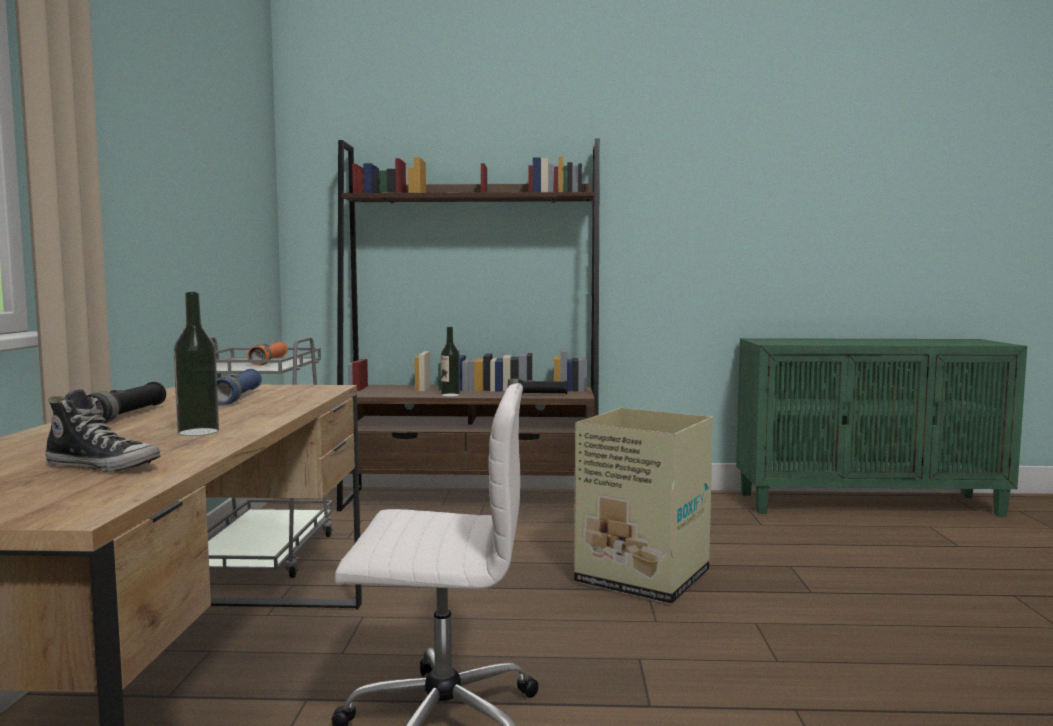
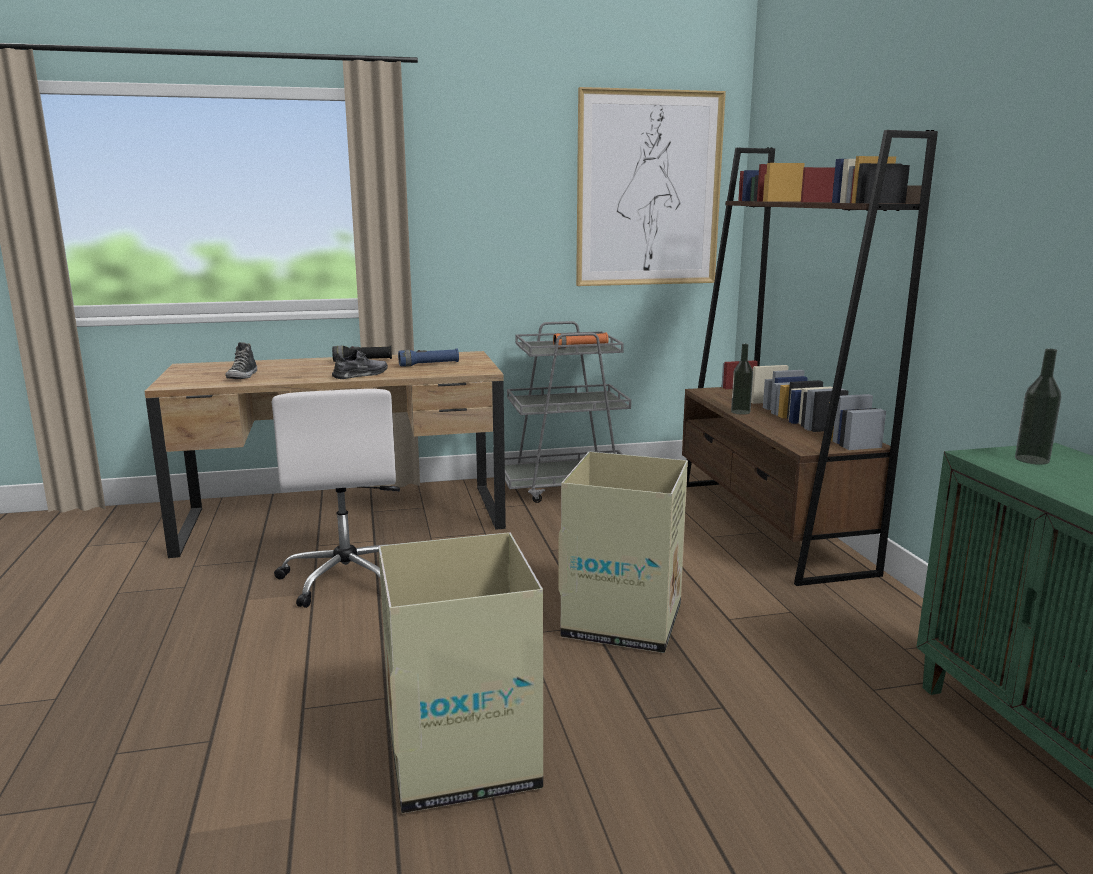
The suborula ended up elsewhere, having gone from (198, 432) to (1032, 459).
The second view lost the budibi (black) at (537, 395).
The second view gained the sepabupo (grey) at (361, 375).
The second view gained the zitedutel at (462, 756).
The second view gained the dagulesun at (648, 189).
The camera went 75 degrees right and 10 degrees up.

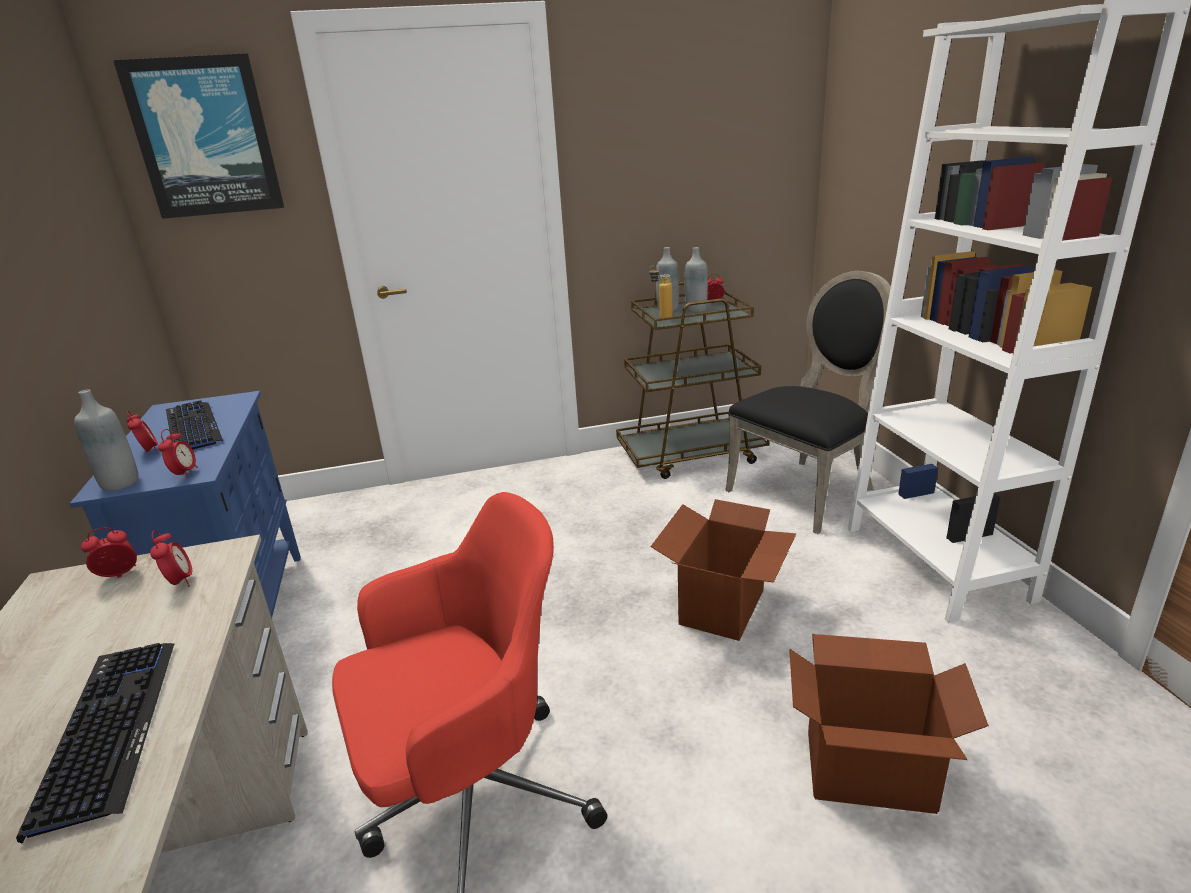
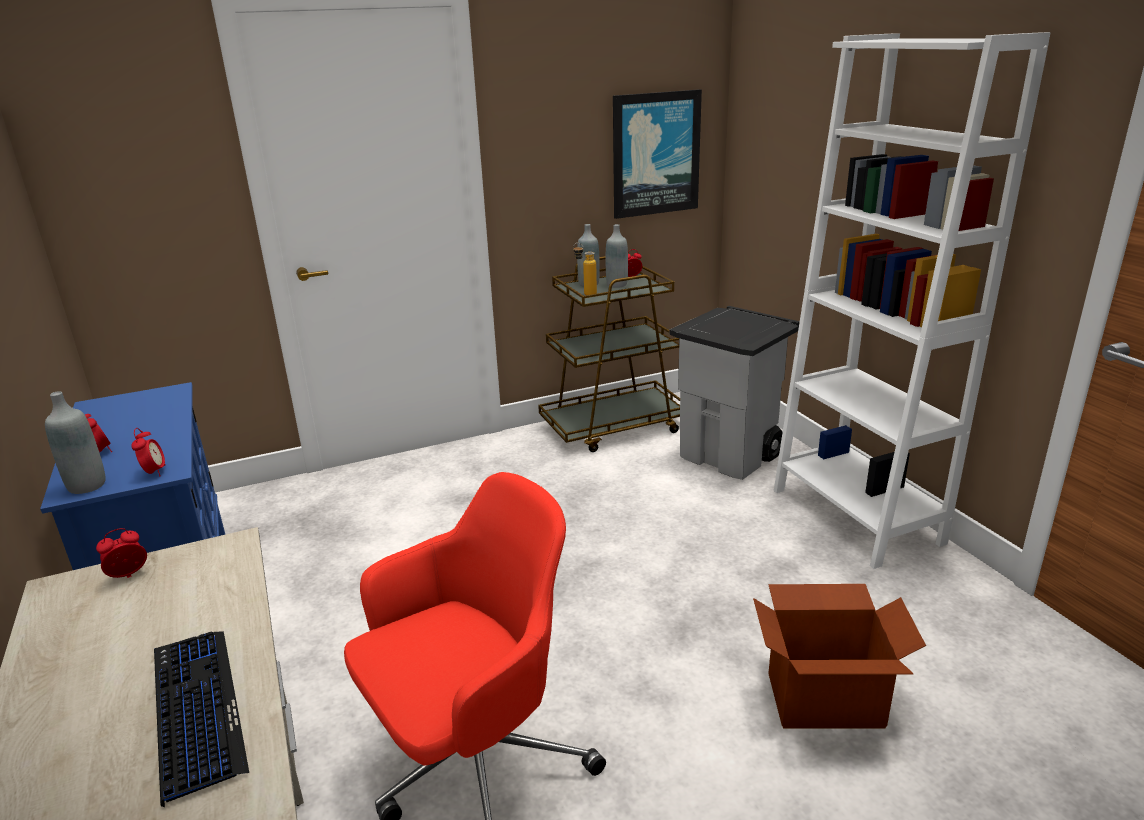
The dagulesun ended up elsewhere, having gone from (205, 138) to (655, 154).
The second view lost the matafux at (180, 582).
The second view lost the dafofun at (192, 428).
The second view lost the zitedutel at (723, 607).
Where the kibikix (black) stood at (807, 490), the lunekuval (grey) came to stand at (730, 456).
The camera went 10 degrees left and 0 degrees up.

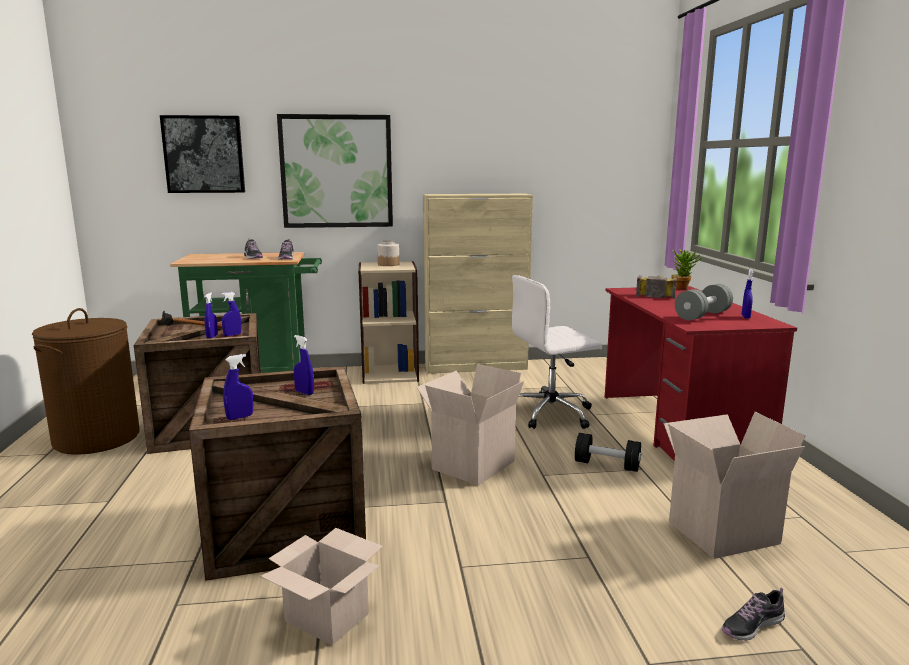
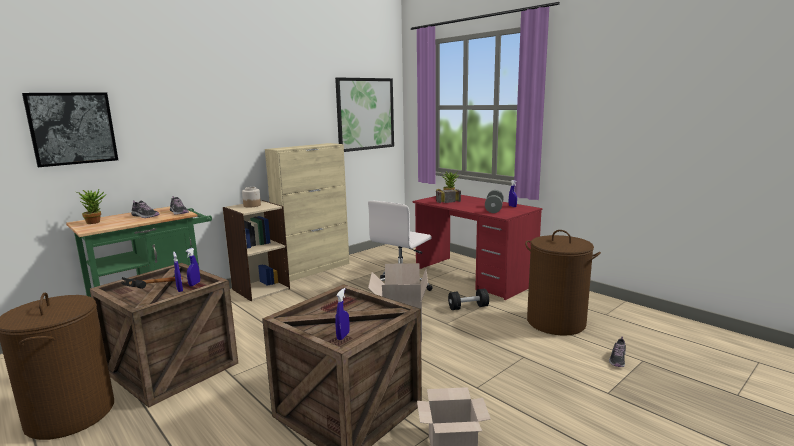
The dagulesun ended up elsewhere, having gone from (336, 171) to (365, 114).
The second view lost the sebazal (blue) at (304, 392).
Where the zitedutel stood at (722, 531), the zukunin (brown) came to stand at (556, 322).
The second view gained the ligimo at (96, 222).
The camera went 35 degrees left and 0 degrees up.

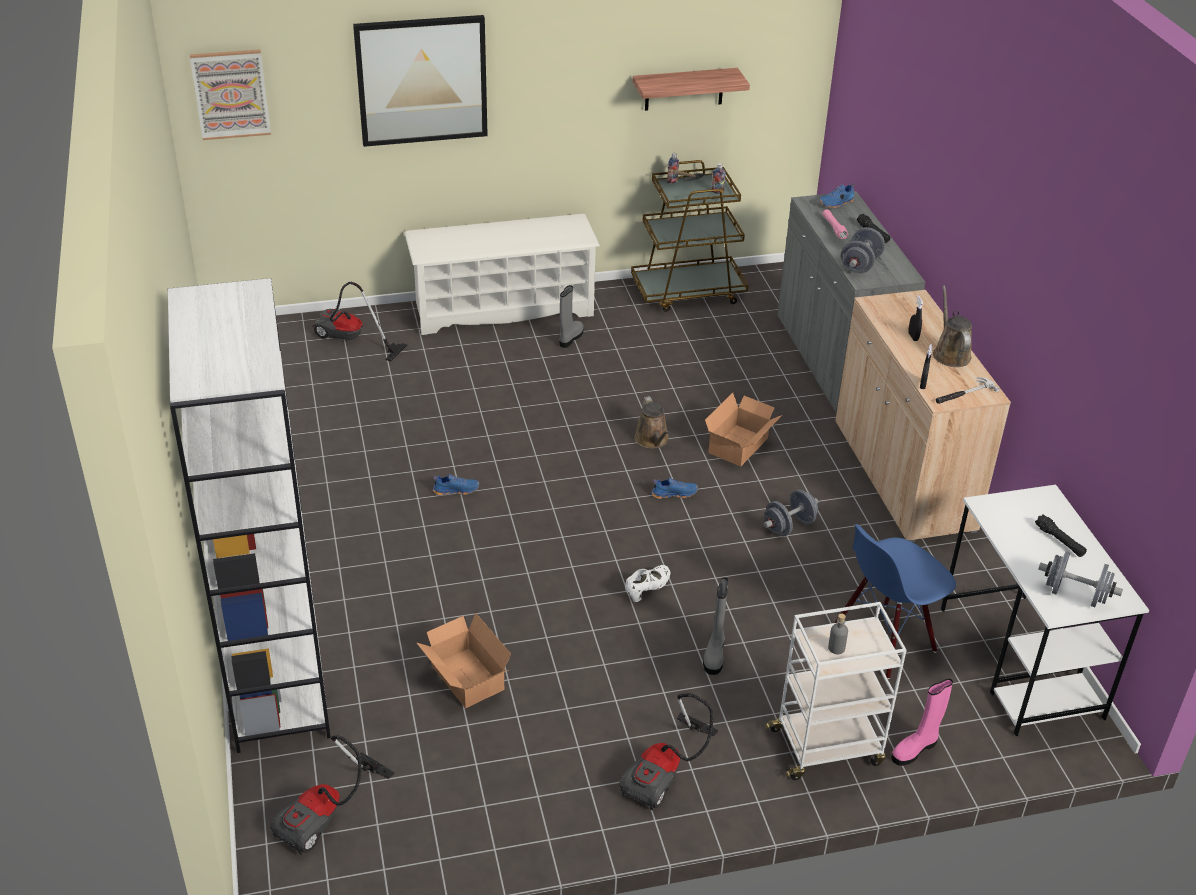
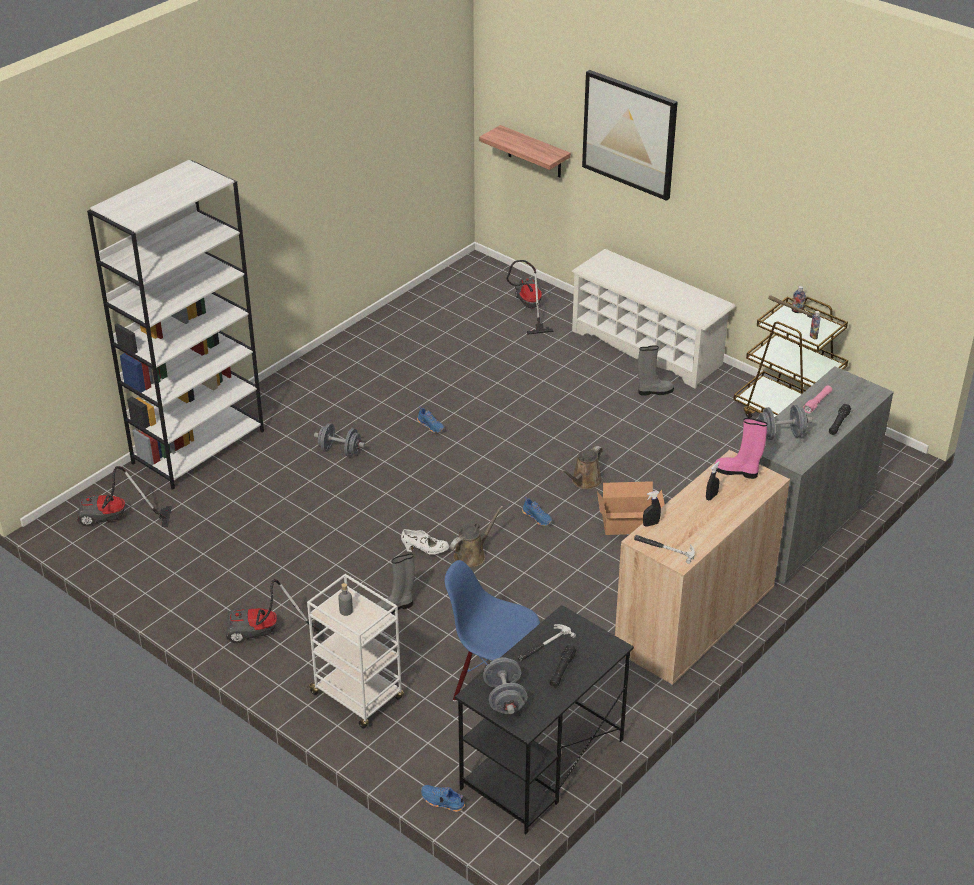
The second view lost the dagulesun at (231, 94).
The second view lost the zitedutel at (465, 680).
The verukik ended up elsewhere, having gone from (684, 89) to (534, 152).
The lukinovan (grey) ended up elsewhere, having gone from (789, 526) to (340, 451).
The sepabupo (blue) ended up elsewhere, having gone from (836, 203) to (442, 802).
The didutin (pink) ended up elsewhere, having gone from (915, 749) to (737, 471).
The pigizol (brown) ended up elsewhere, having gone from (950, 353) to (472, 555).
What was the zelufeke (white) at (1021, 663) turned into the zelufeke (black) at (541, 765).
The second view gained the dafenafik at (543, 645).
The camera went 55 degrees right and 0 degrees up.

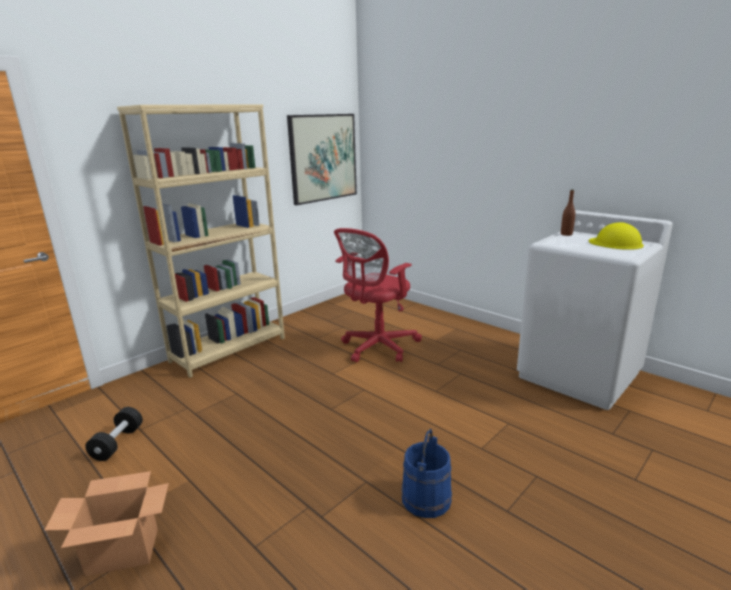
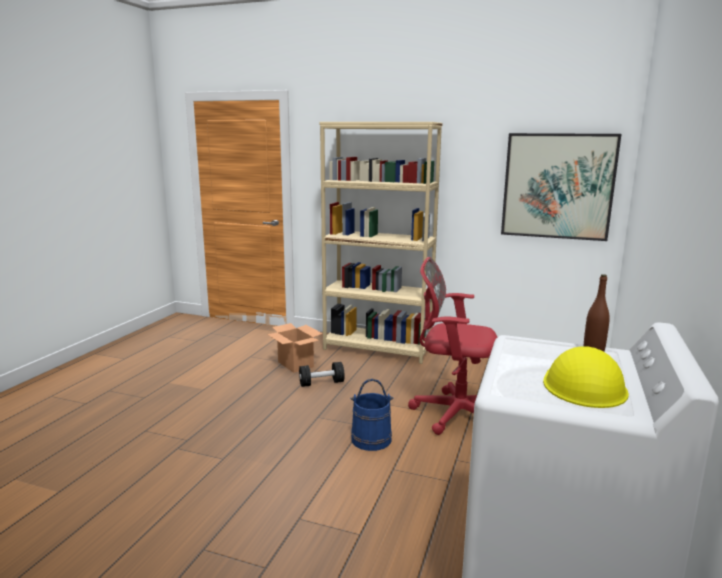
The zitedutel ended up elsewhere, having gone from (124, 551) to (296, 364).
The lukinovan (black) ended up elsewhere, having gone from (118, 443) to (321, 383).
The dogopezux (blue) ended up elsewhere, having gone from (426, 498) to (371, 439).
The camera went 65 degrees right and 5 degrees down.

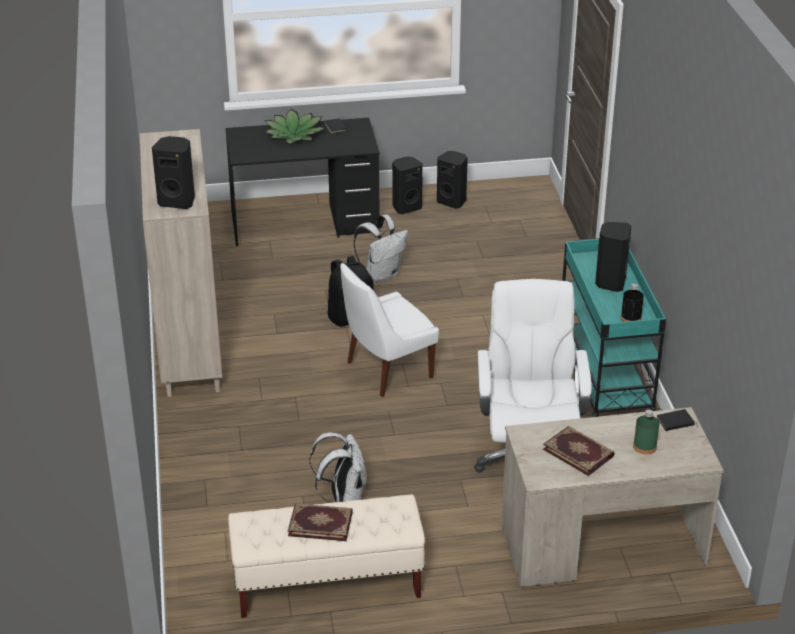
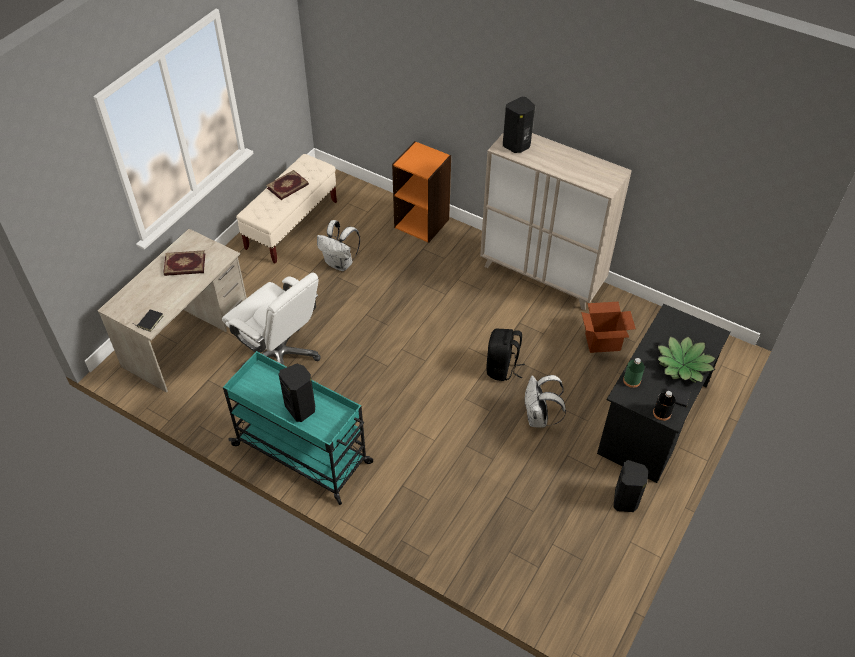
The second view lost the kibikix (white) at (386, 371).
The second view lost the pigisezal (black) at (452, 201).
The suborula (black) ended up elsewhere, having gone from (631, 318) to (662, 413).
The suborula (green) ended up elsewhere, having gone from (644, 446) to (631, 380).
The second view gained the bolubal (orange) at (422, 223).
The second view gained the zitedutel at (603, 342).
The camera went 130 degrees right and 15 degrees up.

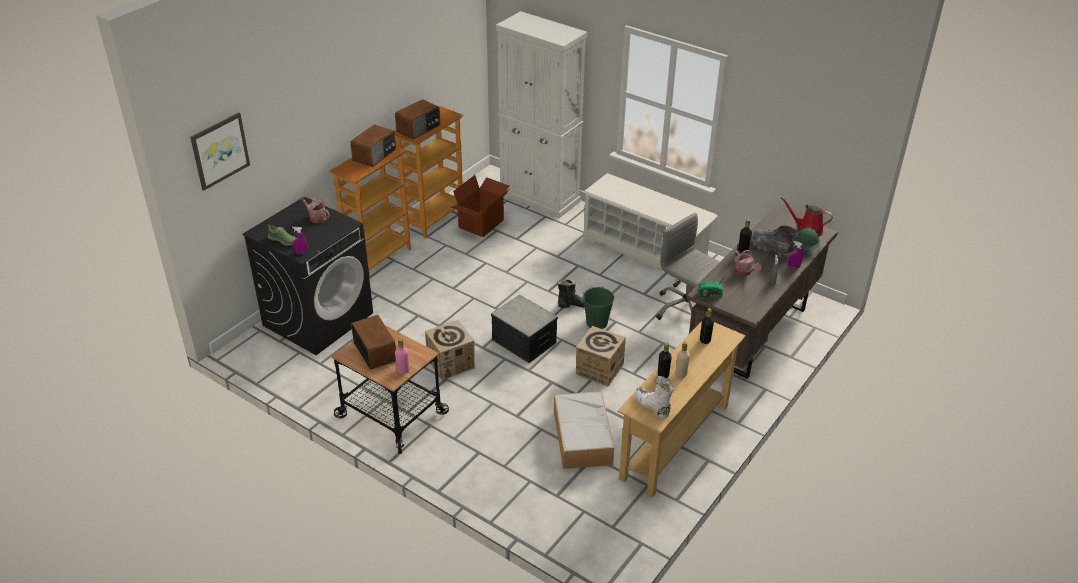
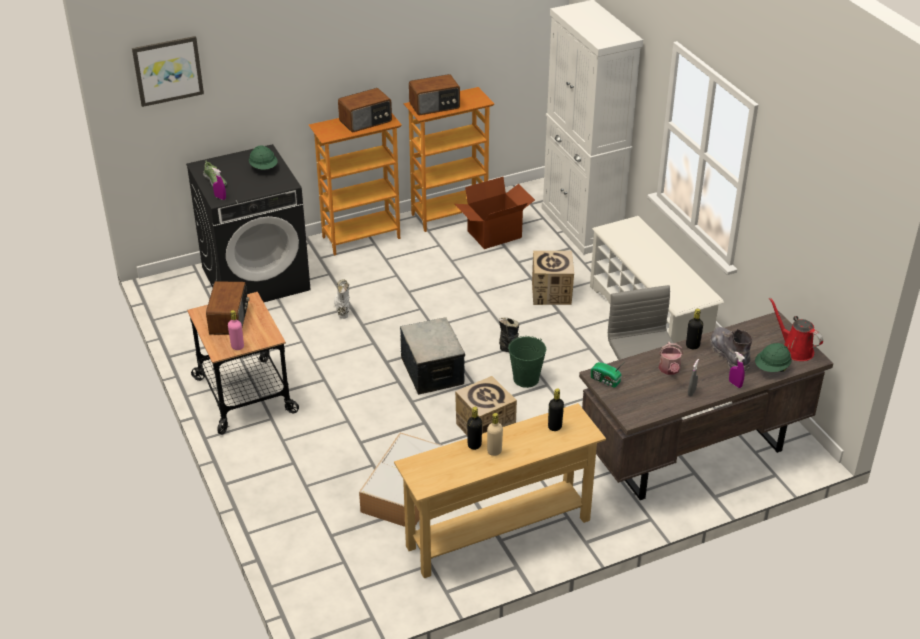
Where the pigizol stood at (316, 217), the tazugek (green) came to stand at (264, 168).
The zitedutel ended up elsewhere, having gone from (451, 363) to (551, 293).
The didutin (white) ended up elsewhere, having gone from (652, 406) to (342, 308).
The camera went 30 degrees right and 0 degrees up.

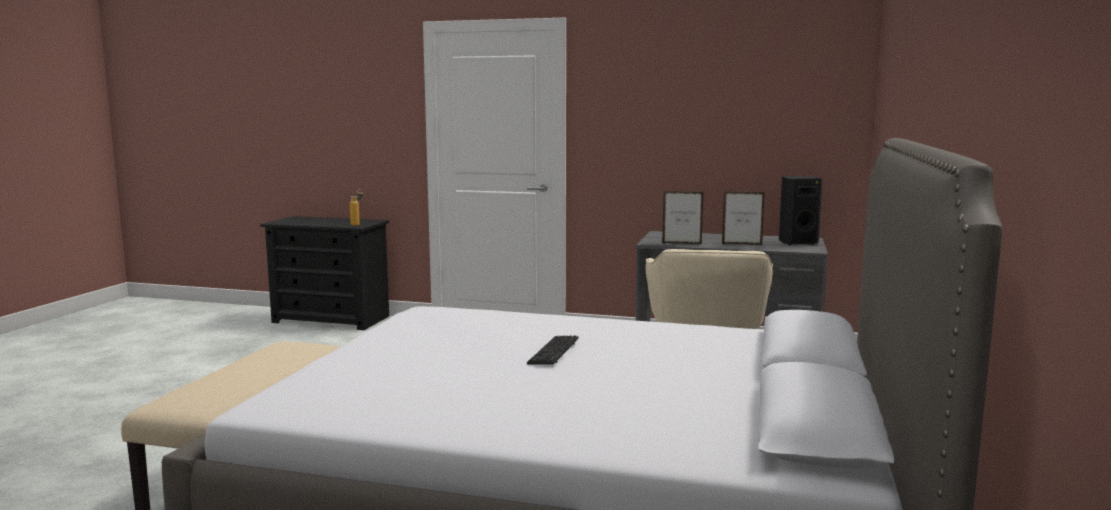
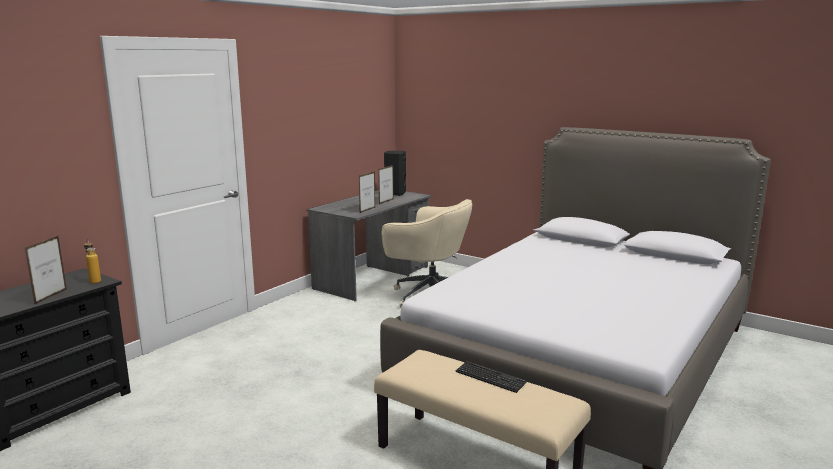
The dafofun ended up elsewhere, having gone from (553, 352) to (490, 378).
The second view gained the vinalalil at (51, 296).
The camera went 70 degrees left and 5 degrees up.

